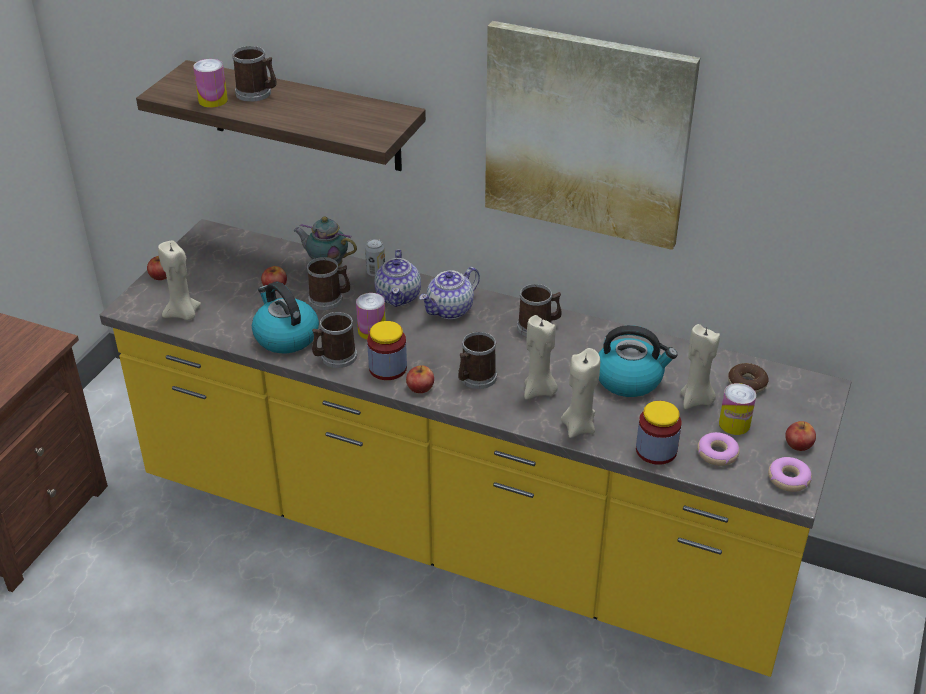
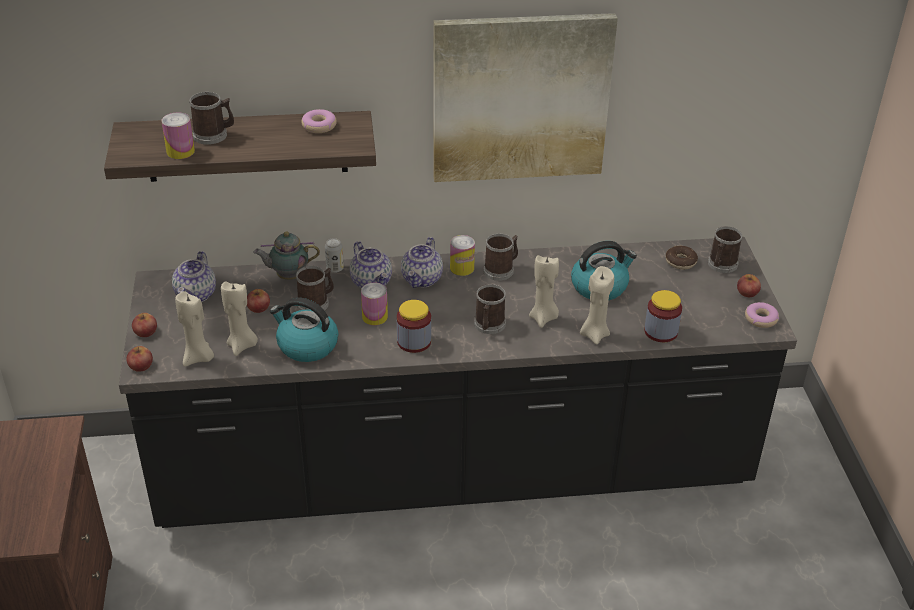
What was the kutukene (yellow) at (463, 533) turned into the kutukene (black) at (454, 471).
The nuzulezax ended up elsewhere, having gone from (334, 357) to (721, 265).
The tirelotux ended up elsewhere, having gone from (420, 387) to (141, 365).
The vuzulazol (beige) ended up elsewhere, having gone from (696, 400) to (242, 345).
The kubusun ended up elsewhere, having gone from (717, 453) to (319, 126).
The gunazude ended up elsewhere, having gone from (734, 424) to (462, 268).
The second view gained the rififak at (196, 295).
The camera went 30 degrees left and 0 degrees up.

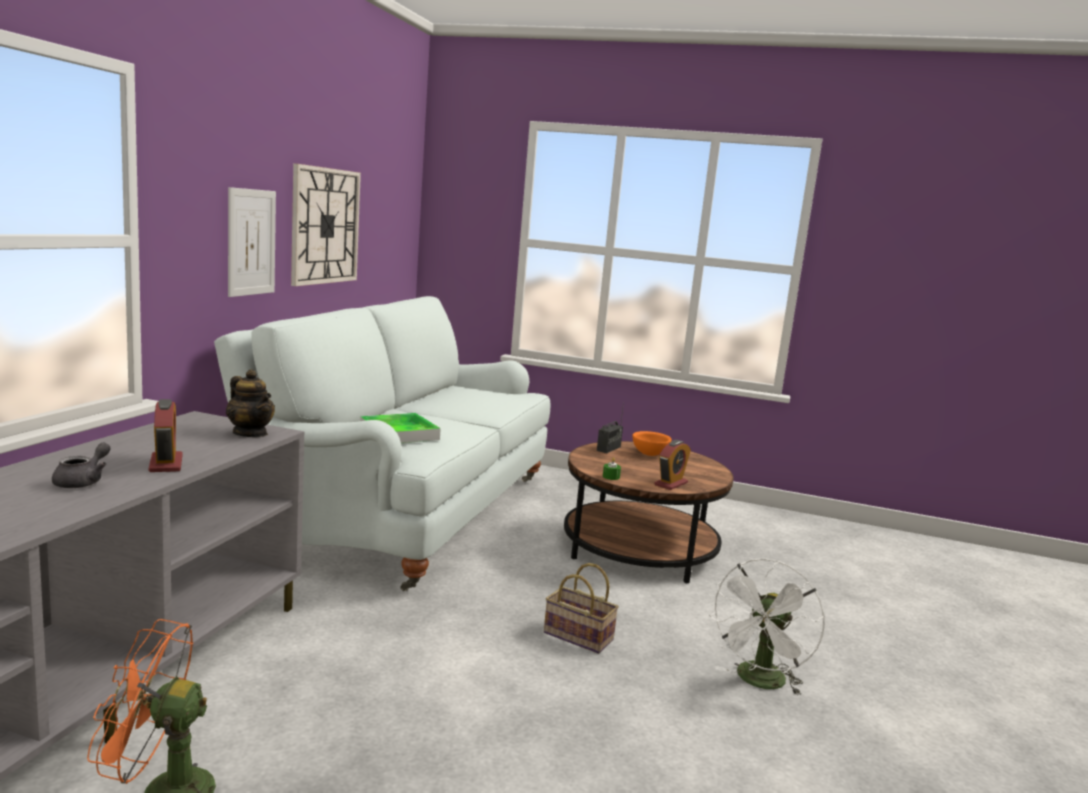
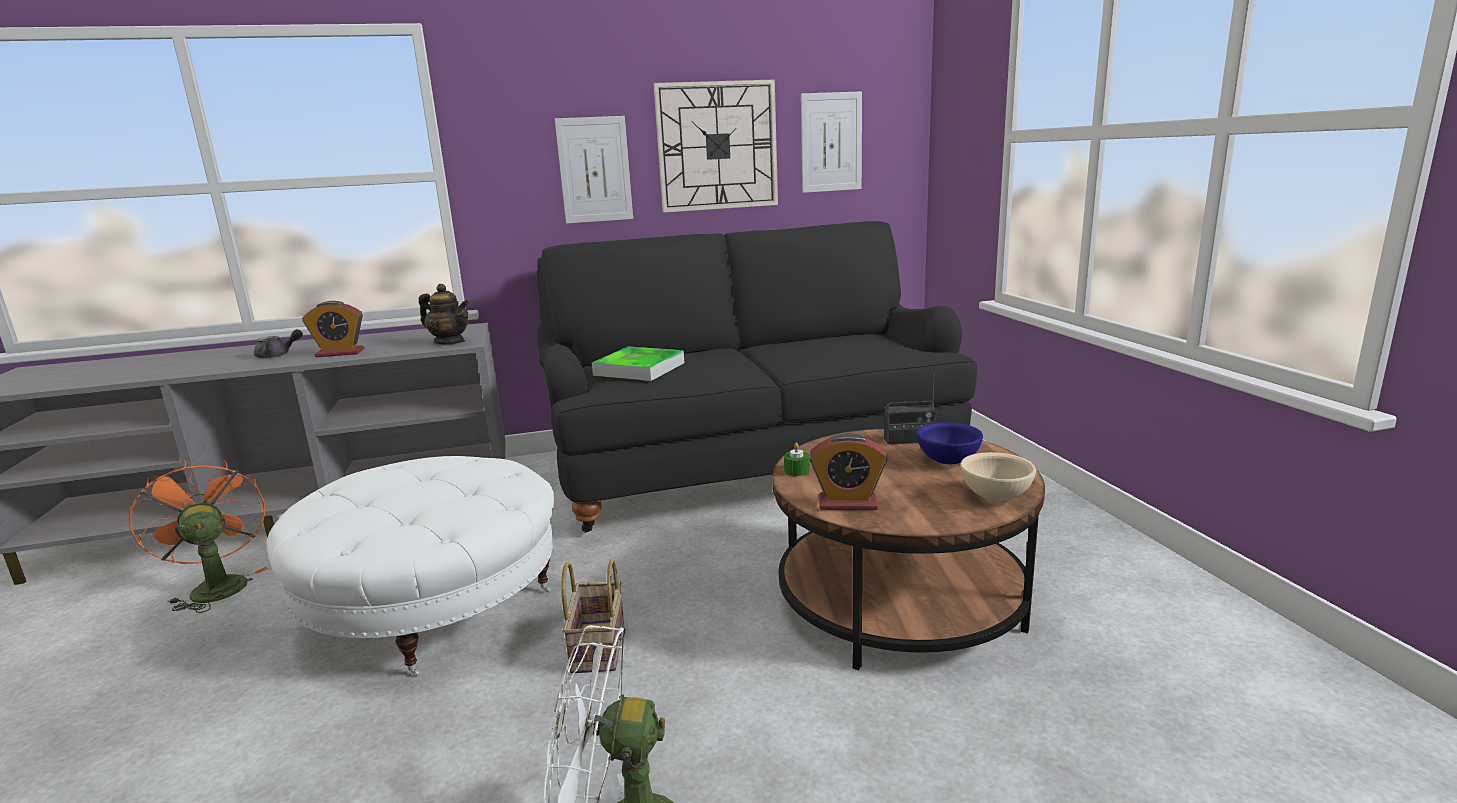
The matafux at (166, 463) ended up facing another way, 45 degrees clockwise from before.
What was the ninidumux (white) at (403, 511) turned into the ninidumux (black) at (749, 466).
The rififak at (250, 433) ended up facing another way, 75 degrees counterclockwise from before.
What was the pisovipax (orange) at (650, 454) turned into the pisovipax (blue) at (948, 461).
The second view gained the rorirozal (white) at (435, 607).
The second view gained the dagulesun at (831, 142).
The second view gained the pisovipax (beige) at (995, 496).
The camera went 60 degrees right and 5 degrees up.

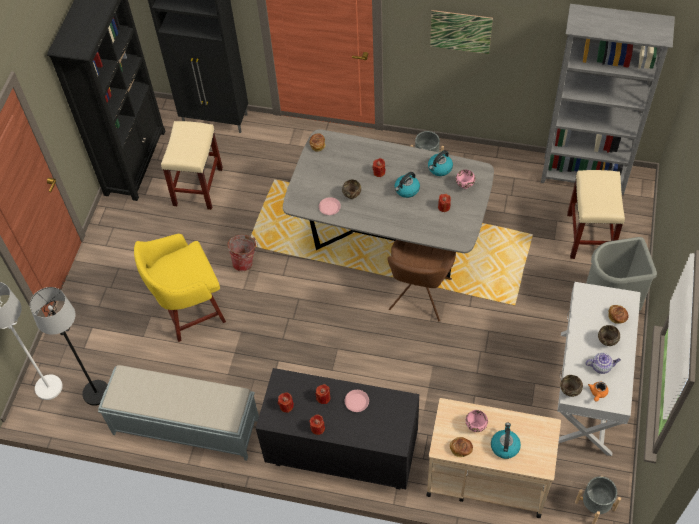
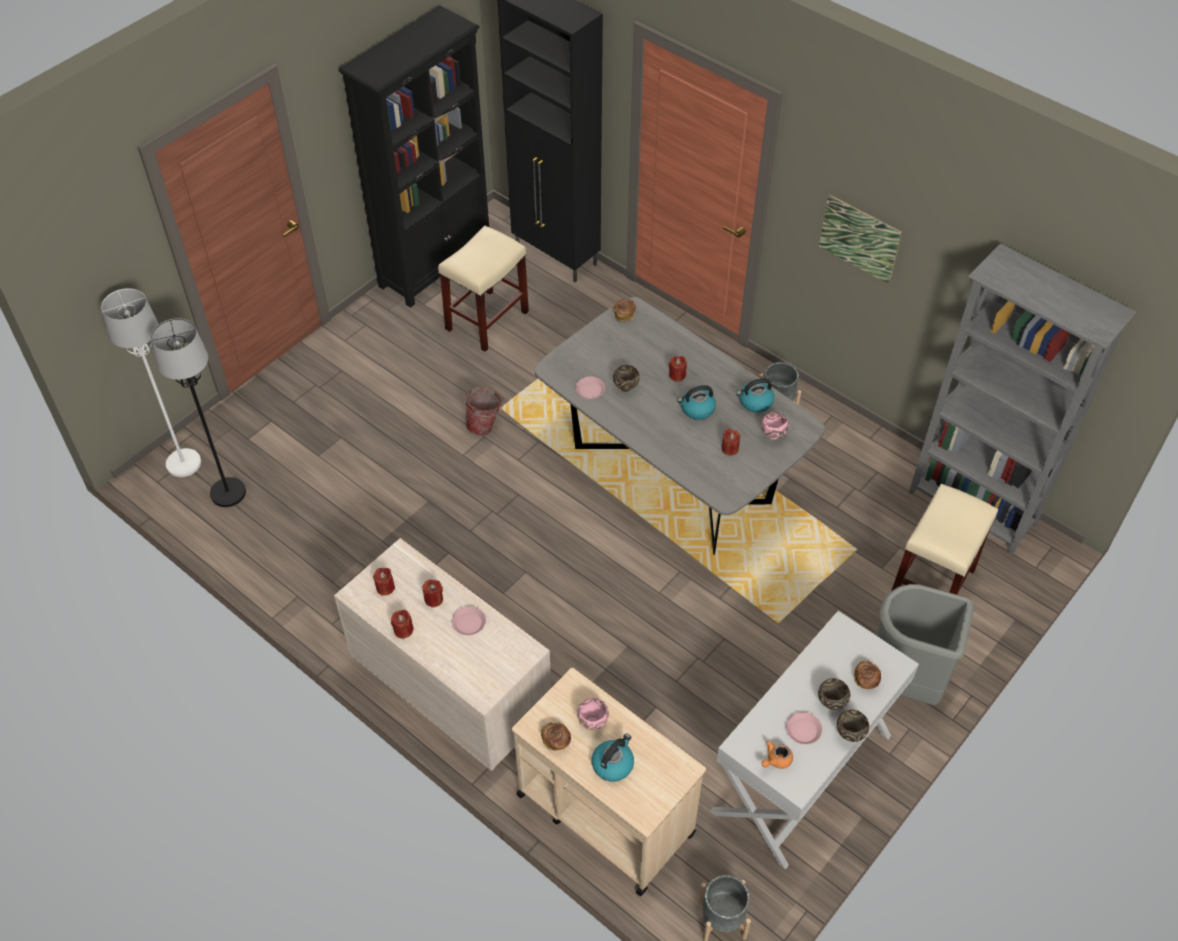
The second view lost the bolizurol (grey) at (185, 426).
The second view lost the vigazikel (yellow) at (190, 312).
What was the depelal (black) at (341, 453) turned into the depelal (beige) at (451, 693).
The second view lost the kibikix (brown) at (419, 296).
The pisovipax (brown) ended up elsewhere, having gone from (569, 391) to (849, 734).
Where the rififak stood at (601, 366), the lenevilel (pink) came to stand at (803, 730).
The camera went 25 degrees right and 5 degrees down.

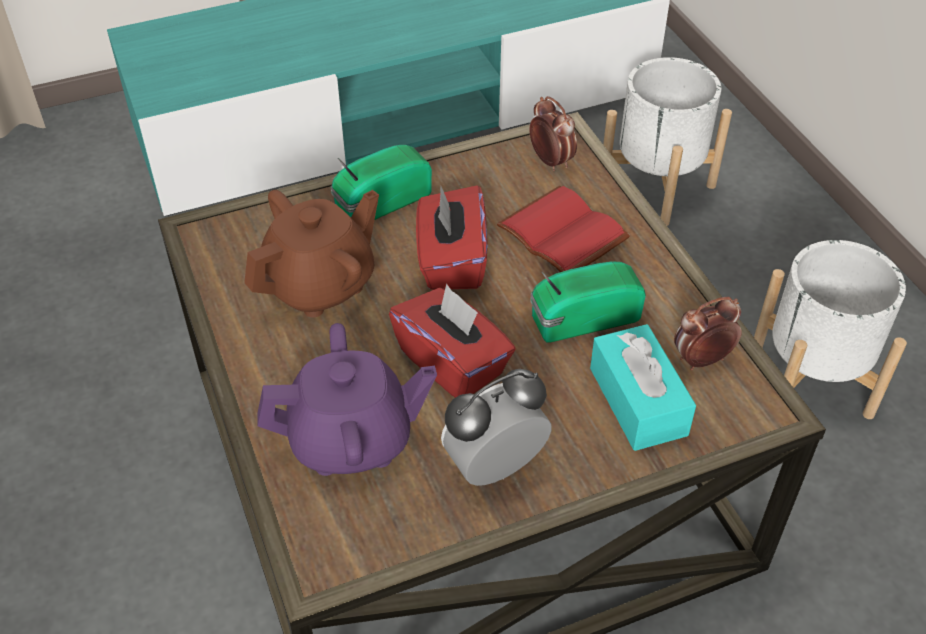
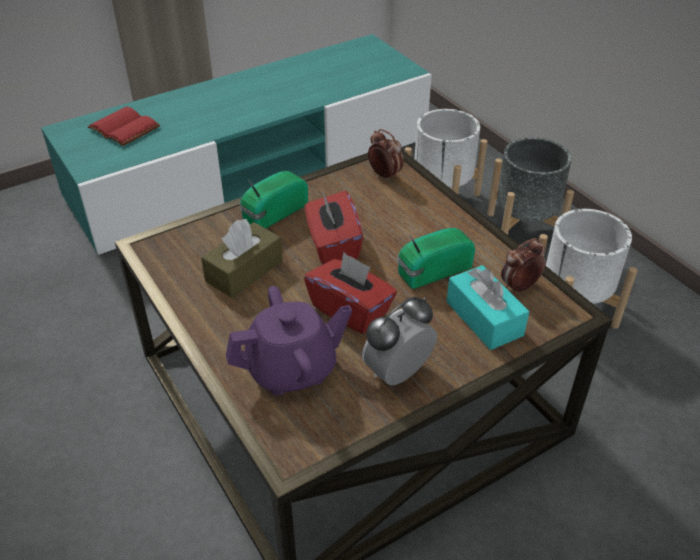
Where the rififak (brown) stood at (321, 285), the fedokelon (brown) came to stand at (244, 271).
The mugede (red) ended up elsewhere, having gone from (566, 233) to (126, 128).
The second view gained the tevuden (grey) at (523, 229).
The camera went 10 degrees left and 5 degrees down.

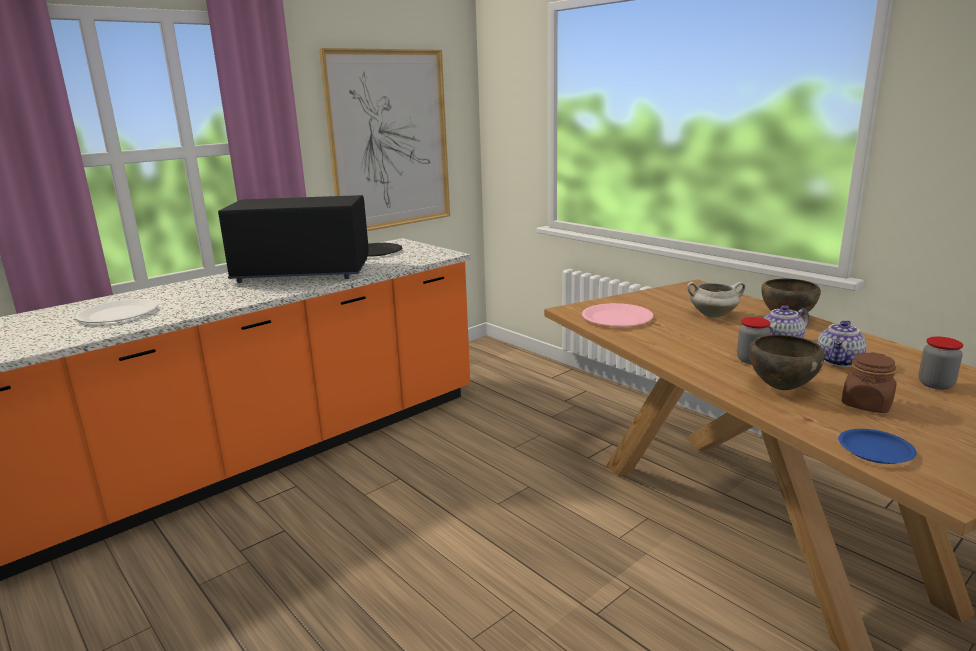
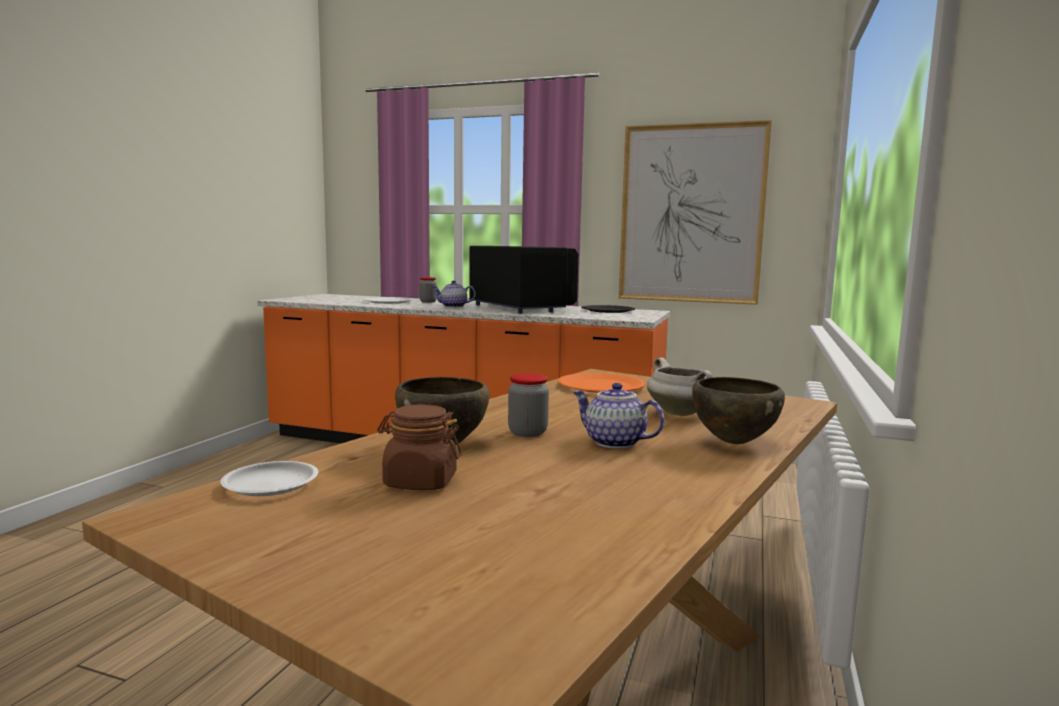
What was the lenevilel (pink) at (617, 317) turned into the lenevilel (orange) at (601, 386).
The rififak ended up elsewhere, having gone from (840, 362) to (453, 306).
What was the lenevilel (blue) at (875, 451) turned into the lenevilel (white) at (270, 484).
The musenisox ended up elsewhere, having gone from (935, 384) to (428, 302).
The camera went 60 degrees right and 10 degrees down.

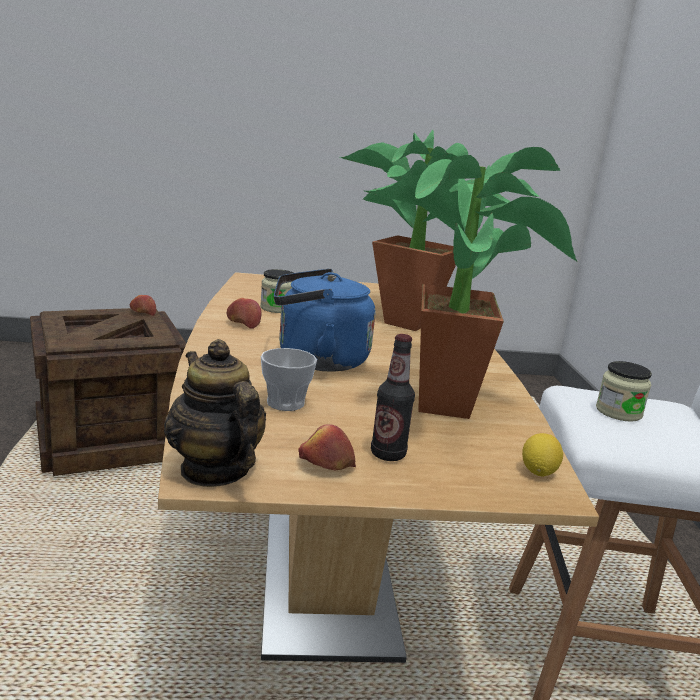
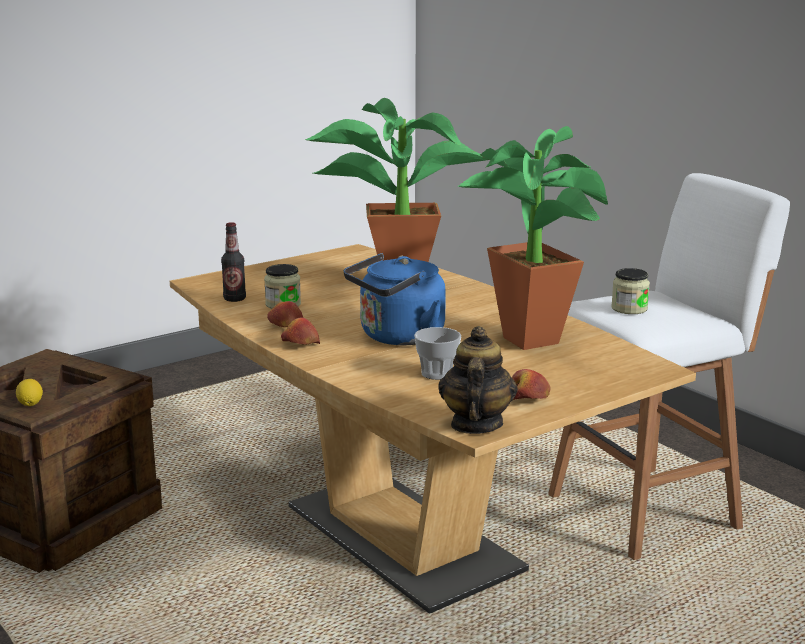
The tirelotux ended up elsewhere, having gone from (143, 312) to (300, 344).
The rififak at (214, 470) ended up facing another way, 75 degrees clockwise from before.
The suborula ended up elsewhere, having gone from (388, 454) to (234, 299).
The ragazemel ended up elsewhere, having gone from (538, 472) to (30, 404).
The camera went 30 degrees left and 0 degrees up.

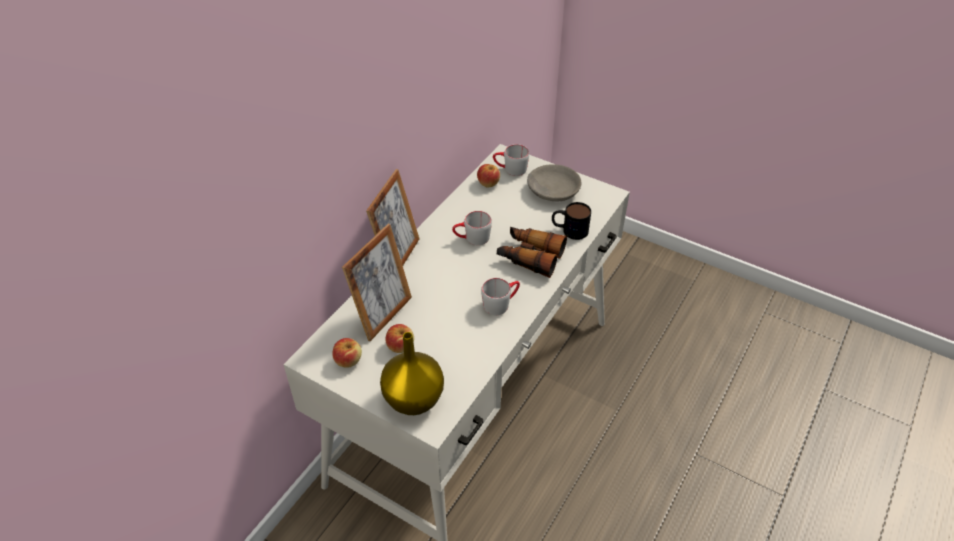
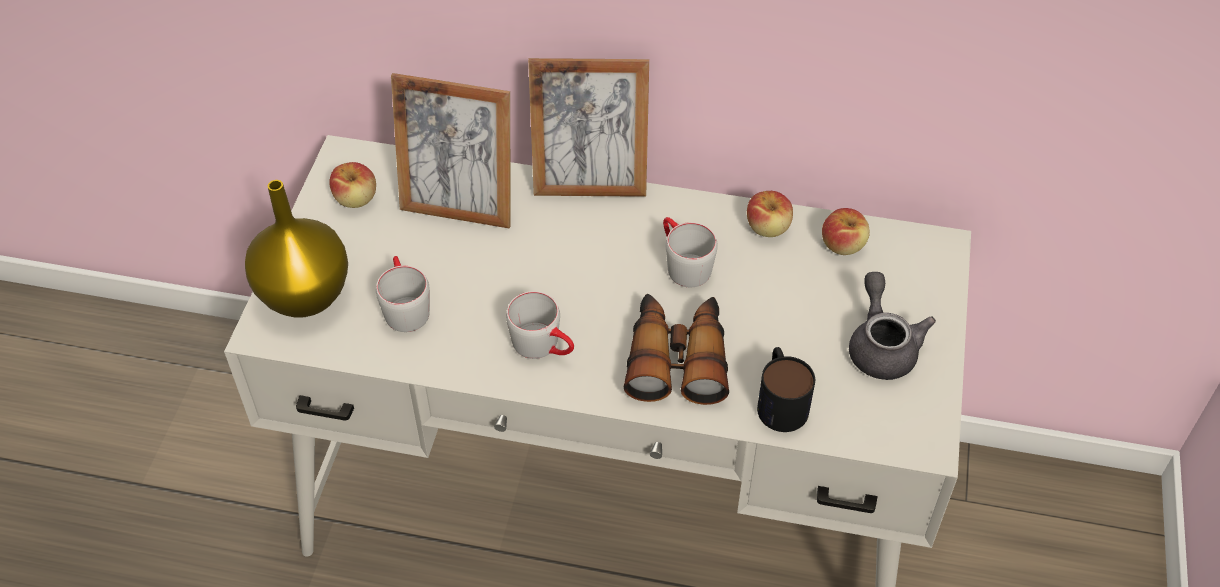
The tirelotux ended up elsewhere, having gone from (400, 346) to (768, 227).
The nuzulezax (grey) ended up elsewhere, having gone from (510, 169) to (404, 306).
Where the pisovipax (grey) stood at (552, 190), the rififak (grey) came to stand at (881, 346).
The camera went 70 degrees right and 5 degrees up.

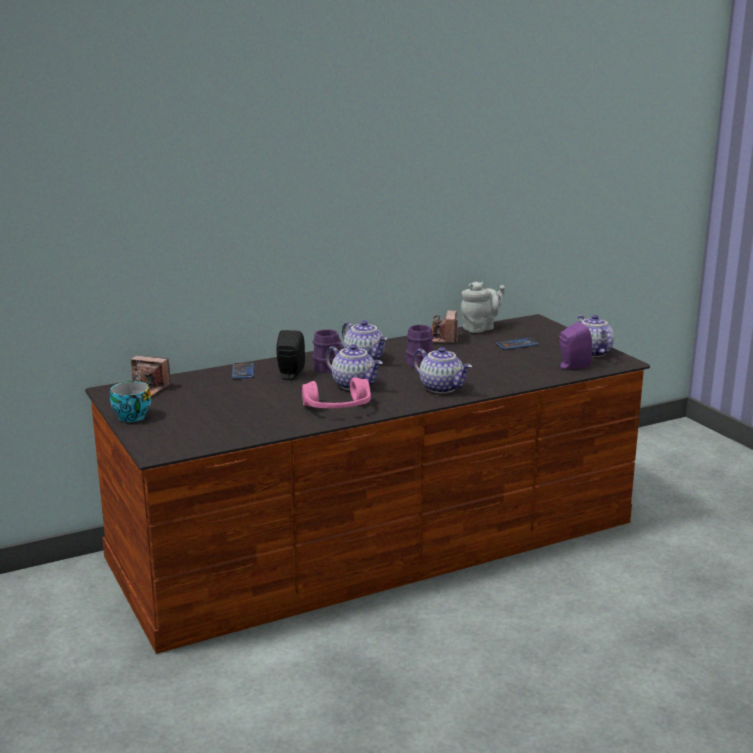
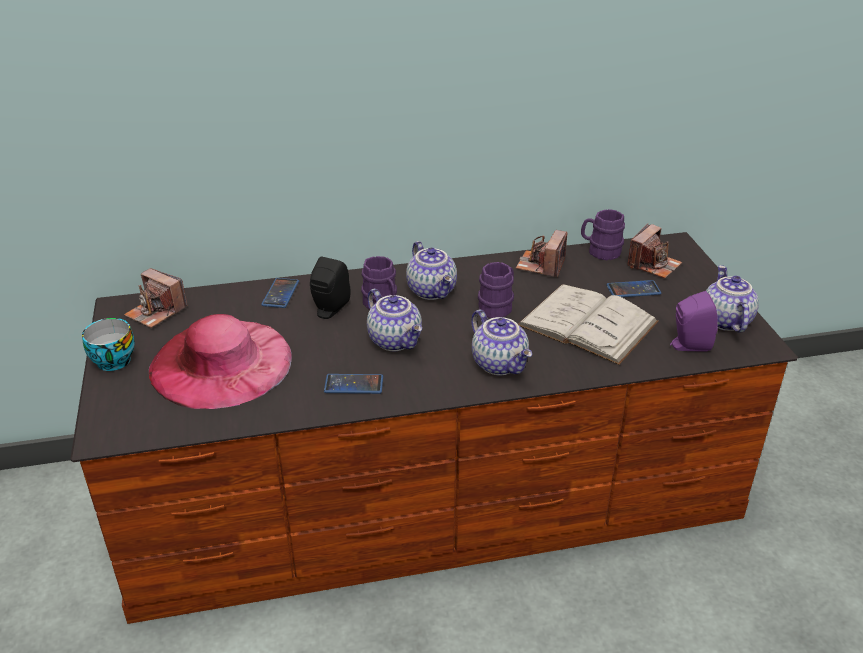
Where the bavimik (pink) stood at (338, 408), the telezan came to stand at (353, 384).
Where the rififak (grey) stood at (480, 328), the nuzulezax (purple) came to stand at (600, 251).
The second view gained the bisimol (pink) at (221, 363).
The second view gained the mugede (white) at (587, 323).
The second view gained the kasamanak at (653, 265).
The camera went 15 degrees right and 15 degrees up.

